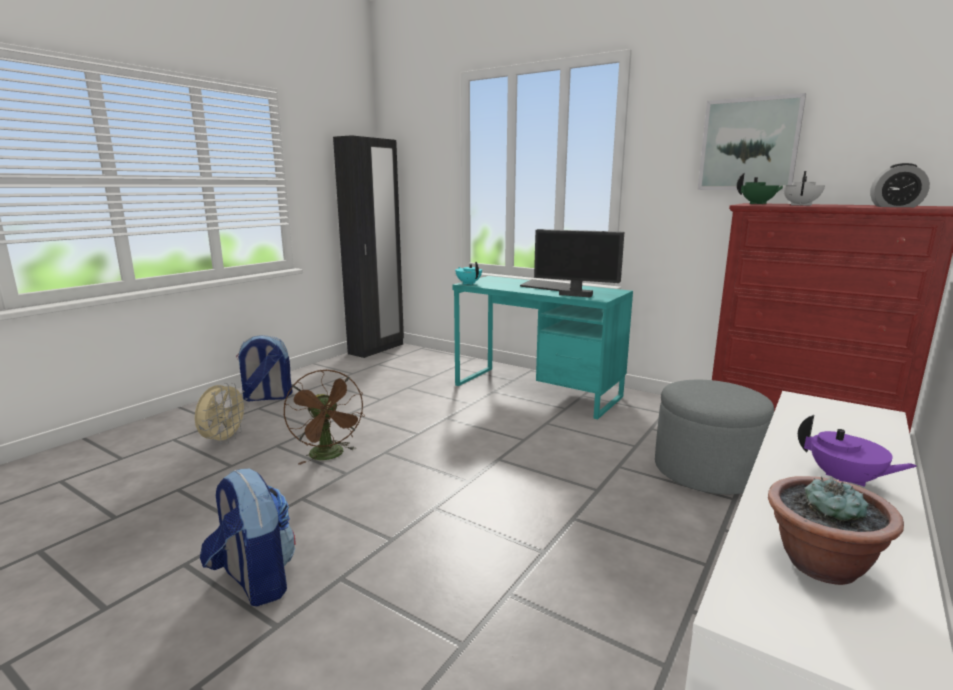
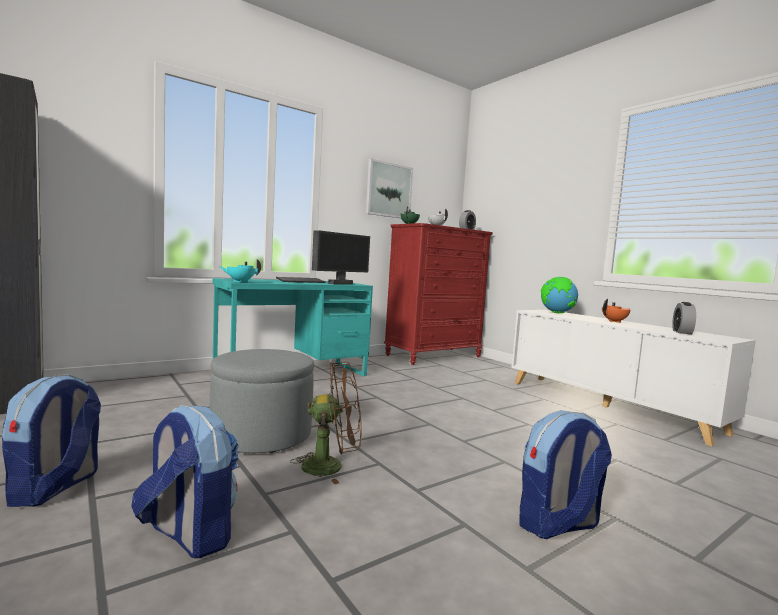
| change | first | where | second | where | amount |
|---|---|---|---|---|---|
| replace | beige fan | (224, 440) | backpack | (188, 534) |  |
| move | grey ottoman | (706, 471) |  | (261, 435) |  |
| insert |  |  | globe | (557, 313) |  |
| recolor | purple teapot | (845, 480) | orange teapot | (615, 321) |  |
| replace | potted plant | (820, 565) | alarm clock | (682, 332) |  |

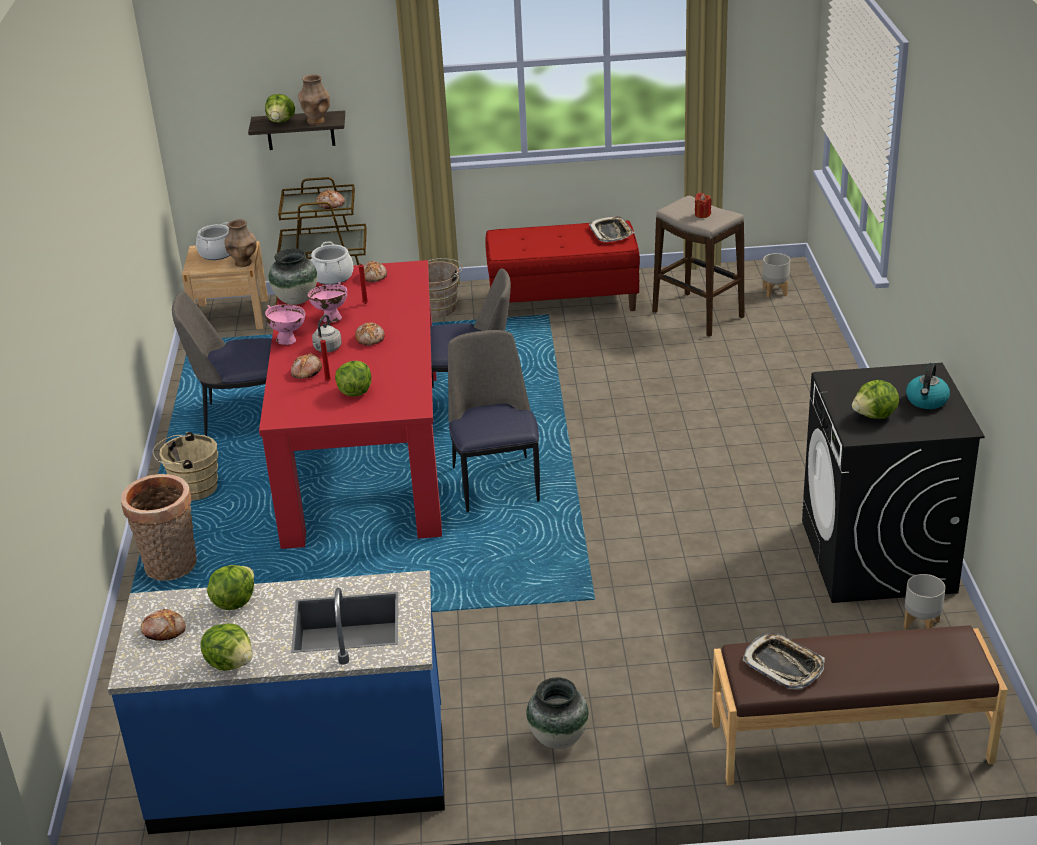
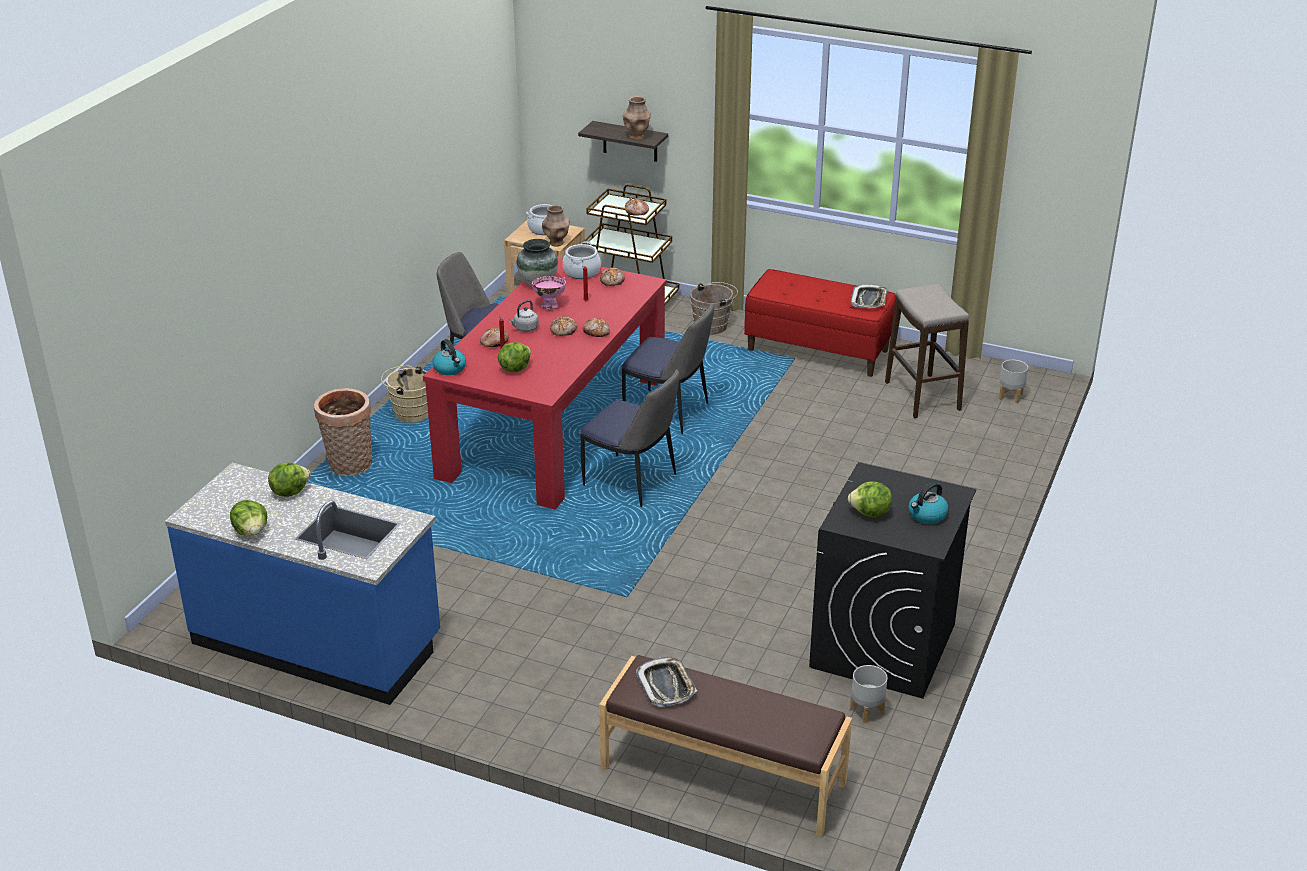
| change | first | where | second | where | amount |
|---|---|---|---|---|---|
| insert |  |  | kettle | (450, 369) |  |
| rotate | chair | (496, 483) |  | (632, 482) | 105 degrees clockwise |
| move | bread | (164, 630) |  | (596, 332) |  |
| delete | lettuce | (281, 121) |  |  |  |
| delete | pink bowl | (288, 340) |  |  |  |
| delete | vase | (558, 738) |  |  |  |
| delete | red candle | (702, 214) |  |  |  |

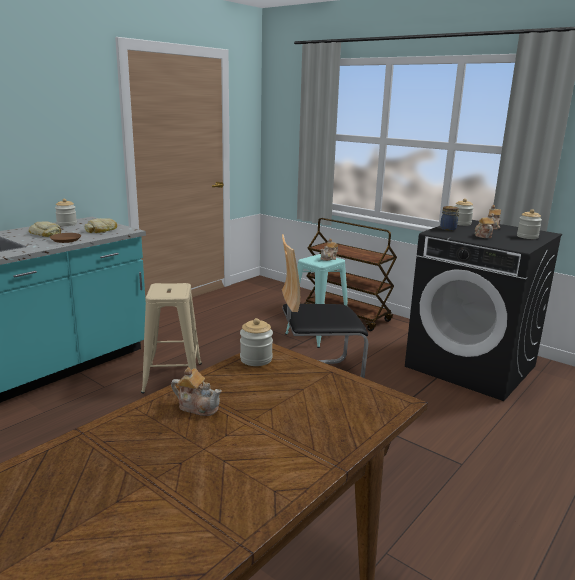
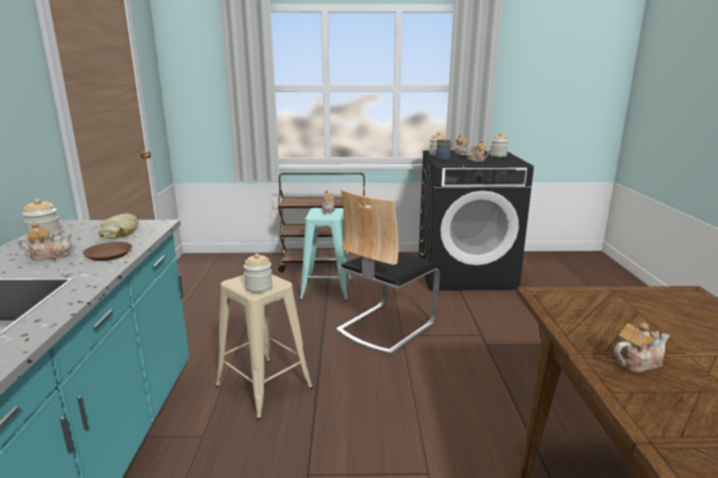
| change | first | where | second | where | amount |
|---|---|---|---|---|---|
| replace | bread | (45, 233) | teapot | (49, 255) |  |
| move | jar | (256, 359) |  | (259, 287) |  |

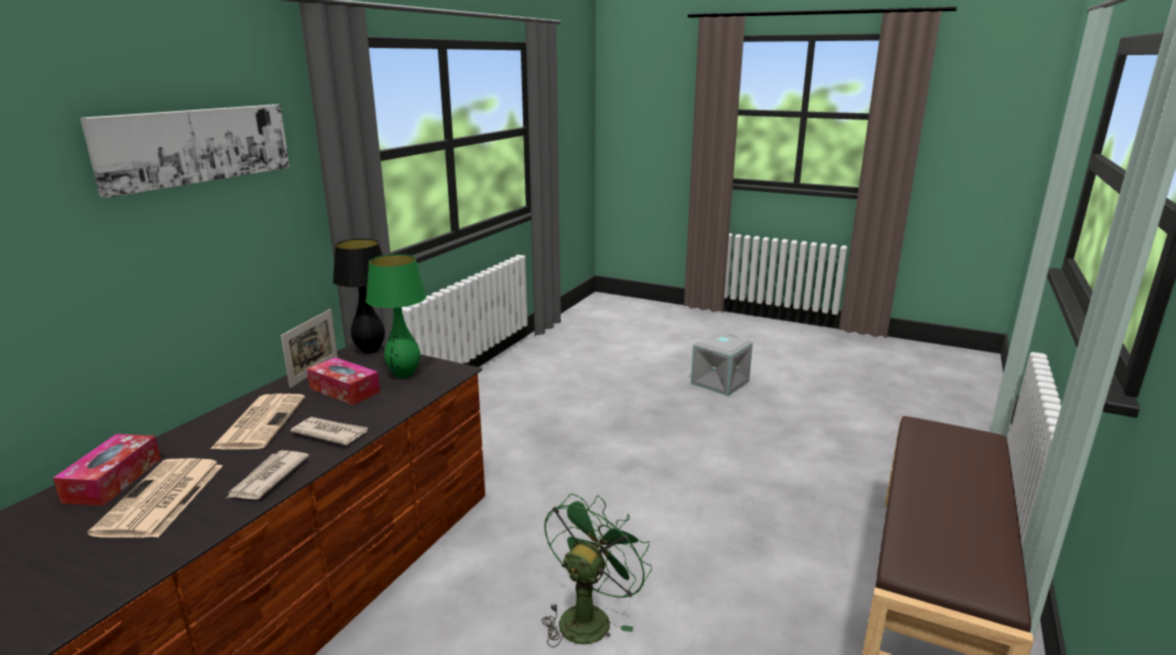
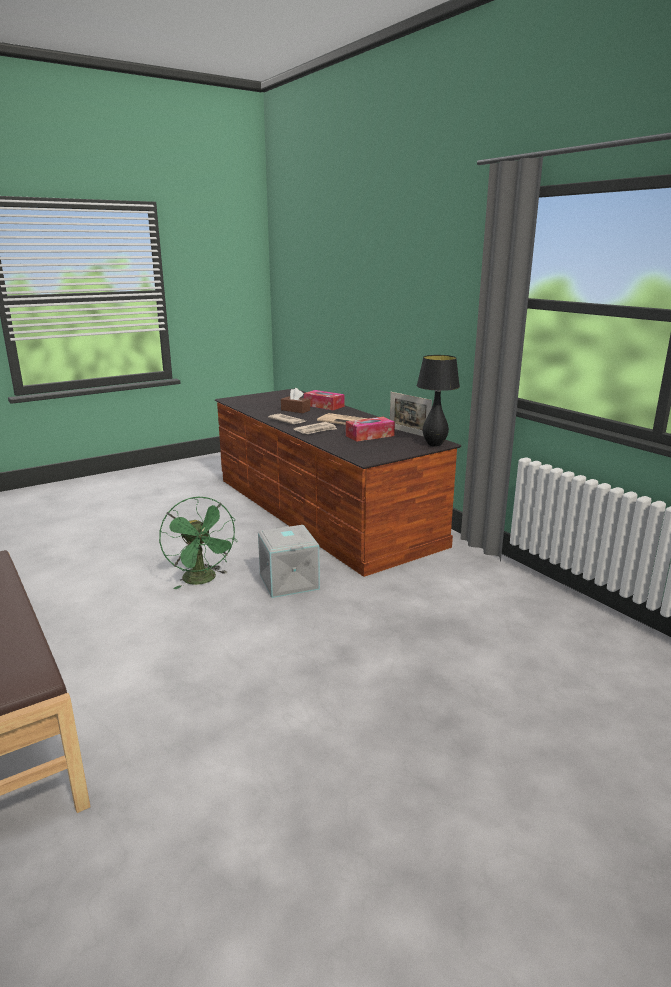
| change | first | where | second | where | amount |
|---|---|---|---|---|---|
| move | grey storage box | (720, 383) |  | (287, 582) |  |
| replace | newspaper | (161, 499) | brown tissue box | (295, 410) |  |
| delete | picture | (196, 145) |  |  |  |
| delete | green table lamp | (404, 375) |  |  |  |

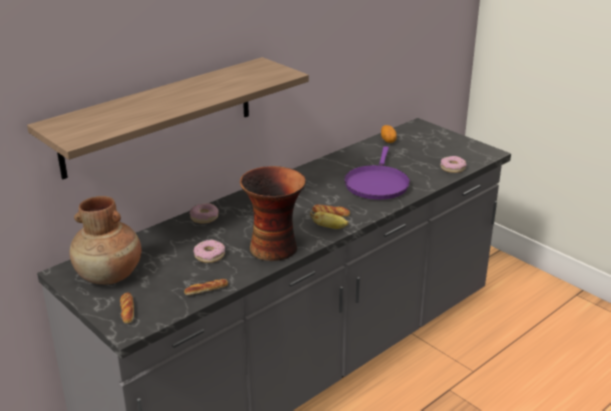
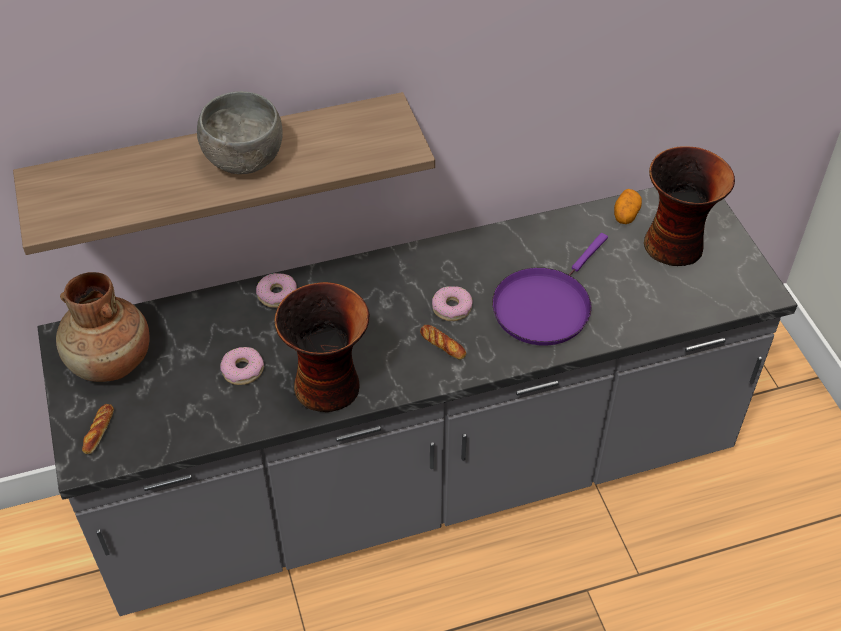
| change | first | where | second | where | amount |
|---|---|---|---|---|---|
| insert |  |  | grey bowl | (243, 161) |  |
| move | donut | (452, 168) |  | (451, 308) |  |
| insert |  |  | vase | (676, 245) |  |
| delete | bread | (206, 290) |  |  |  |
| delete | banana | (330, 227) |  |  |  |

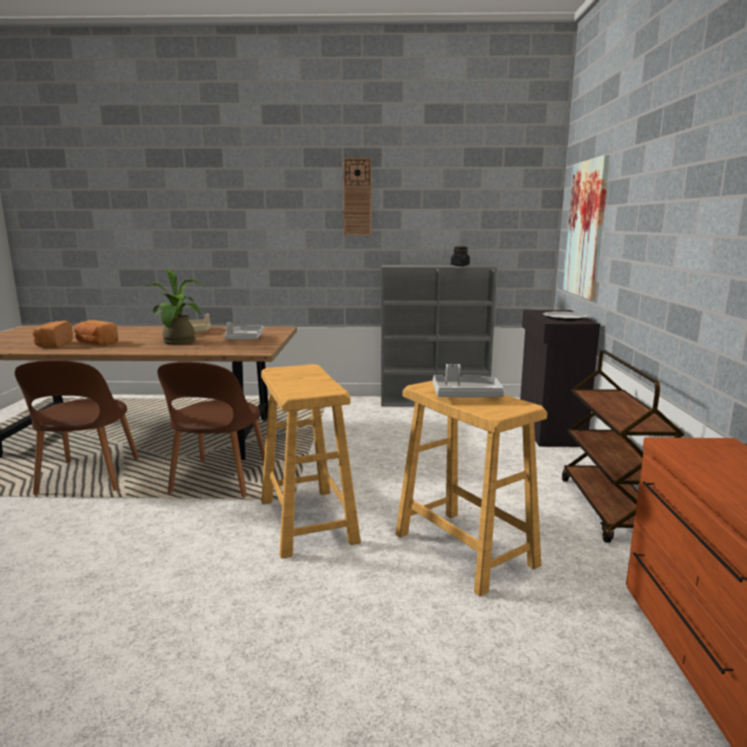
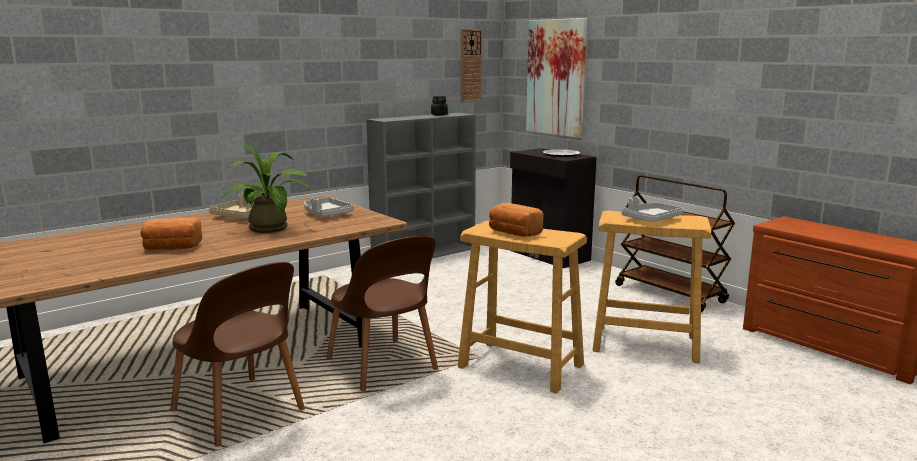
| change | first | where | second | where | amount |
|---|---|---|---|---|---|
| move | wall clock | (357, 197) |  | (470, 65) |  |
| move | bread | (53, 344) |  | (513, 233) |  |

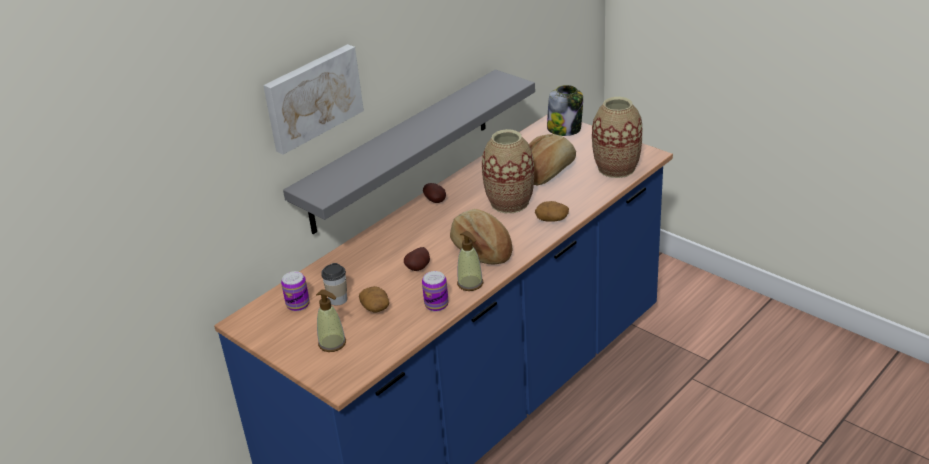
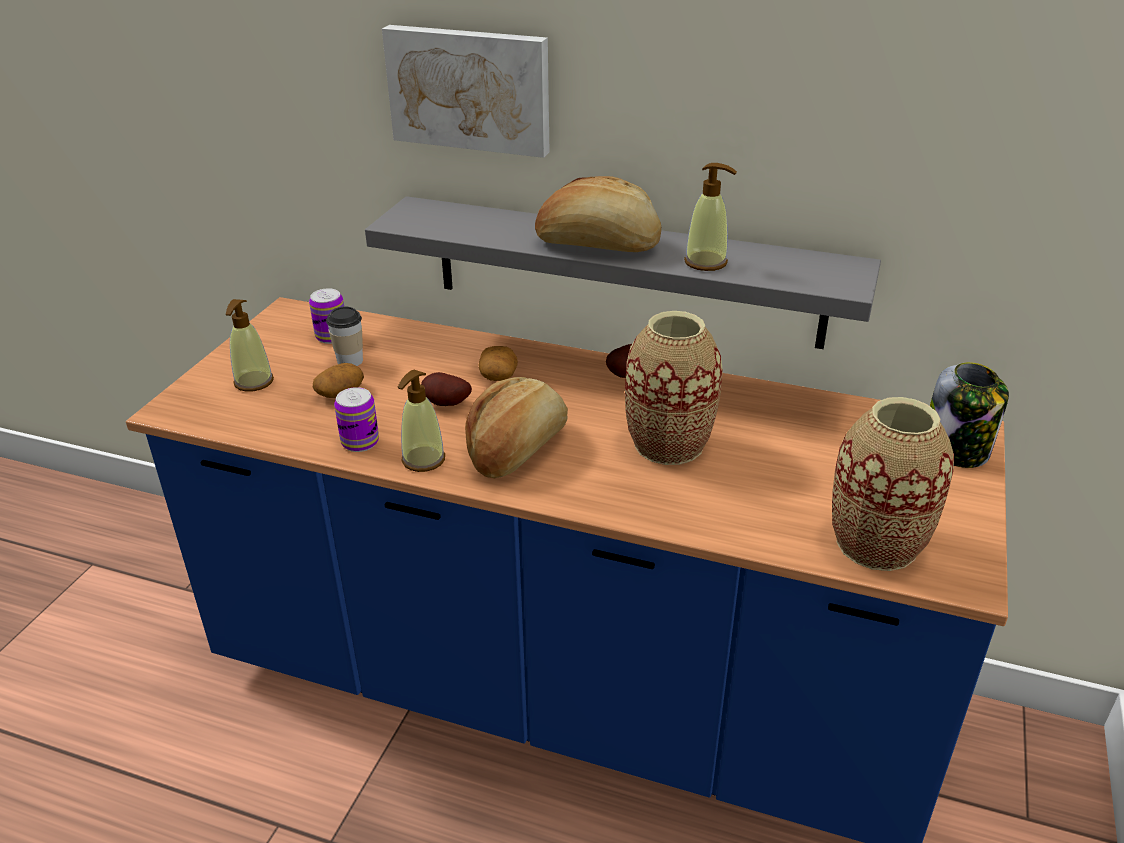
| change | first | where | second | where | amount |
|---|---|---|---|---|---|
| move | potato | (552, 219) |  | (498, 376) |  |
| move | bread | (549, 172) |  | (598, 245) |  |
| insert |  |  | soap dispenser | (706, 262) |  |

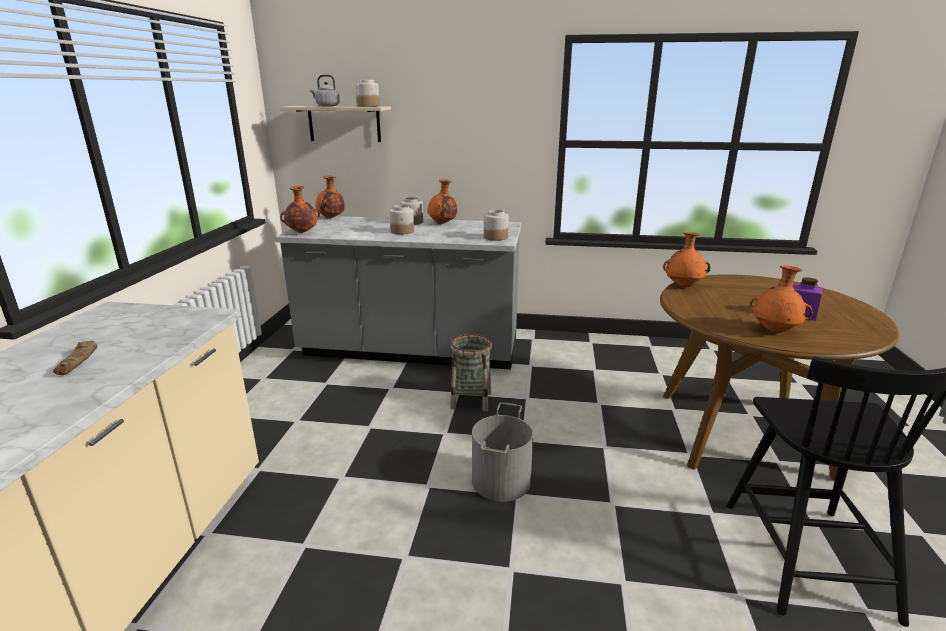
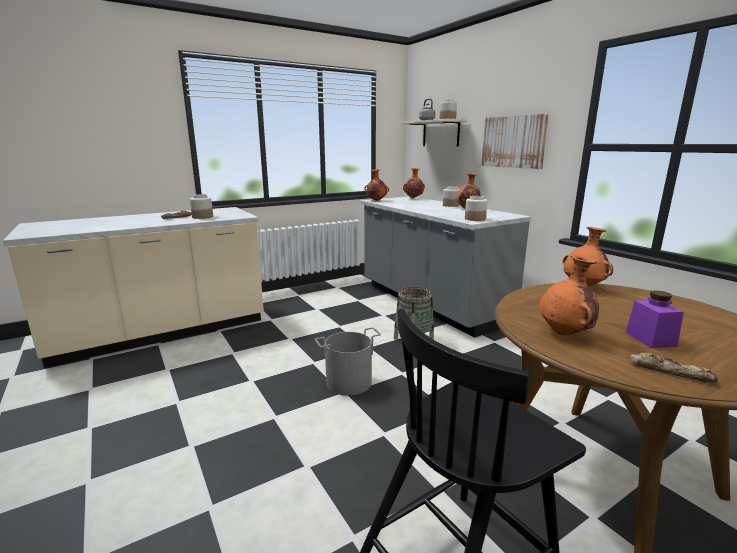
| change | first | where | second | where | amount |
|---|---|---|---|---|---|
| move | jar | (402, 231) |  | (202, 217) |  |
| insert |  |  | picture | (513, 142) |  |
| insert |  |  | bread | (669, 372) |  |

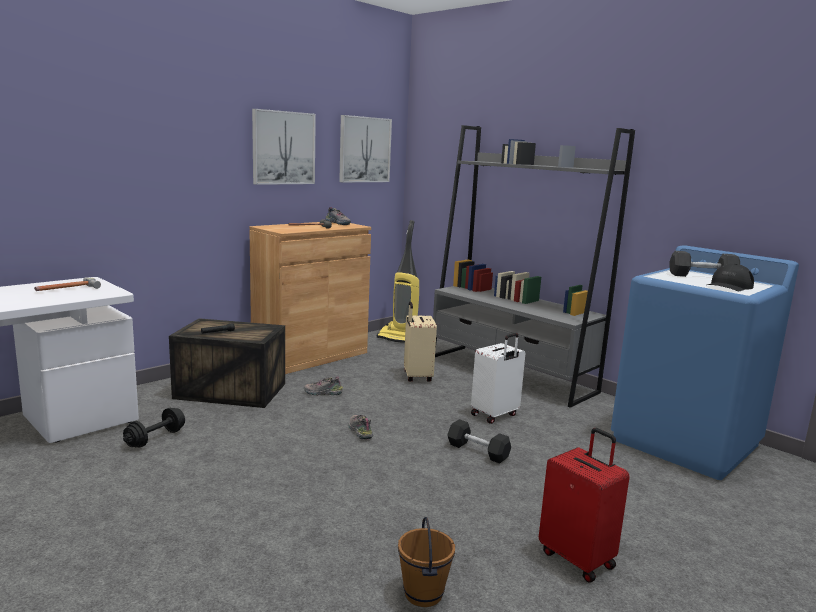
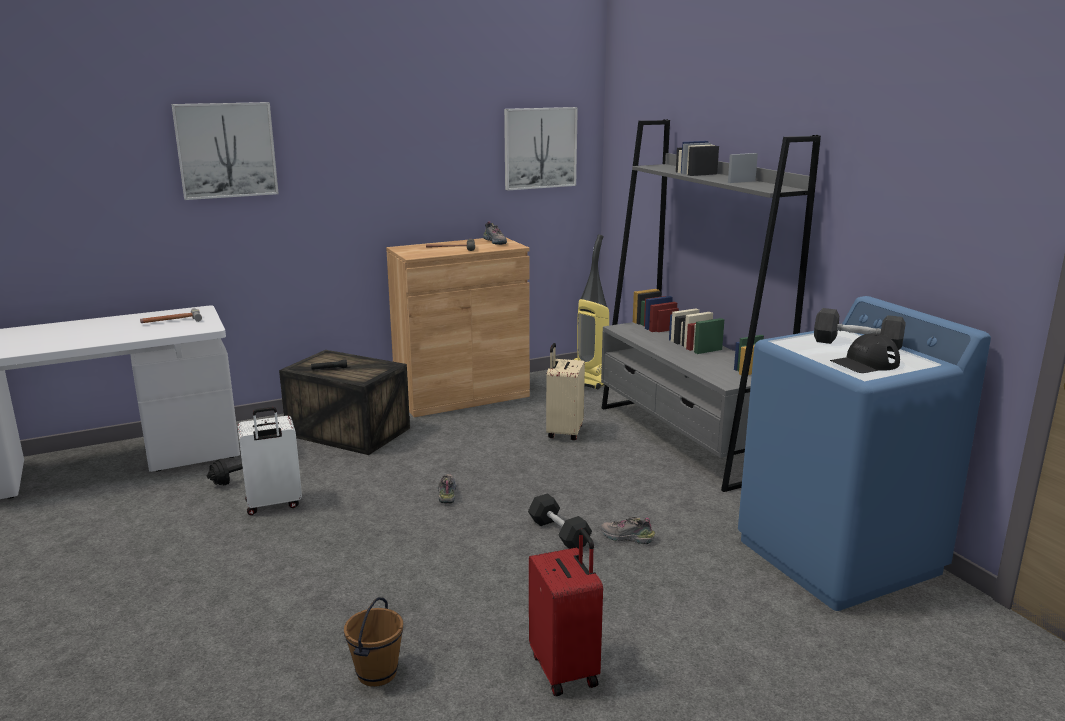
| change | first | where | second | where | amount |
|---|---|---|---|---|---|
| move | picture | (283, 148) |  | (226, 150) |  |
| move | white suitcase | (495, 415) |  | (273, 504) |  |
| move | shoe | (322, 393) |  | (626, 538) |  |

